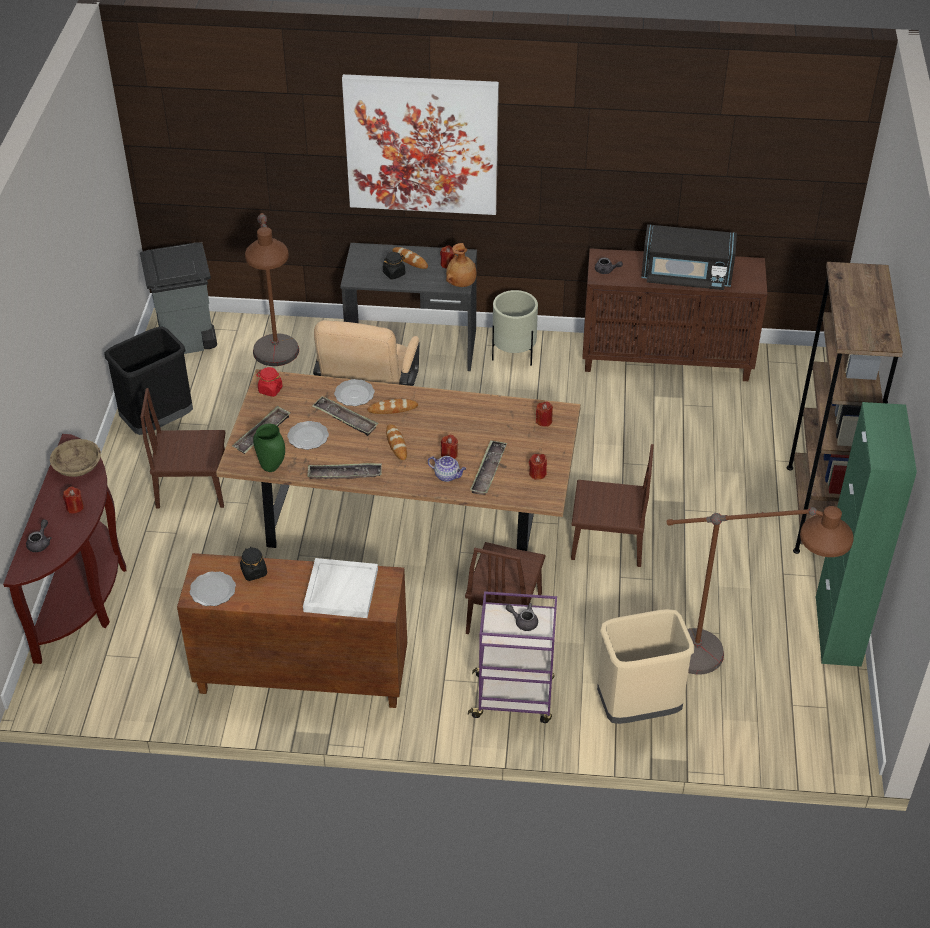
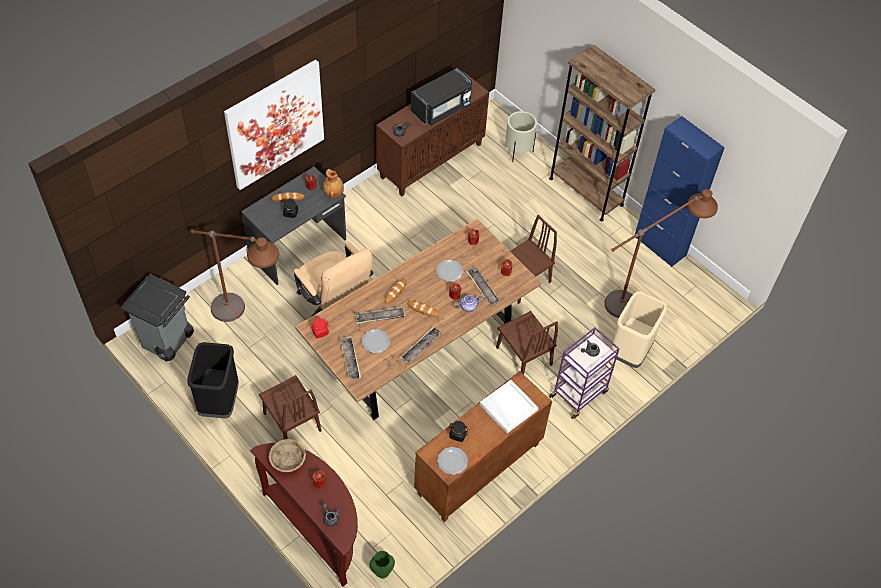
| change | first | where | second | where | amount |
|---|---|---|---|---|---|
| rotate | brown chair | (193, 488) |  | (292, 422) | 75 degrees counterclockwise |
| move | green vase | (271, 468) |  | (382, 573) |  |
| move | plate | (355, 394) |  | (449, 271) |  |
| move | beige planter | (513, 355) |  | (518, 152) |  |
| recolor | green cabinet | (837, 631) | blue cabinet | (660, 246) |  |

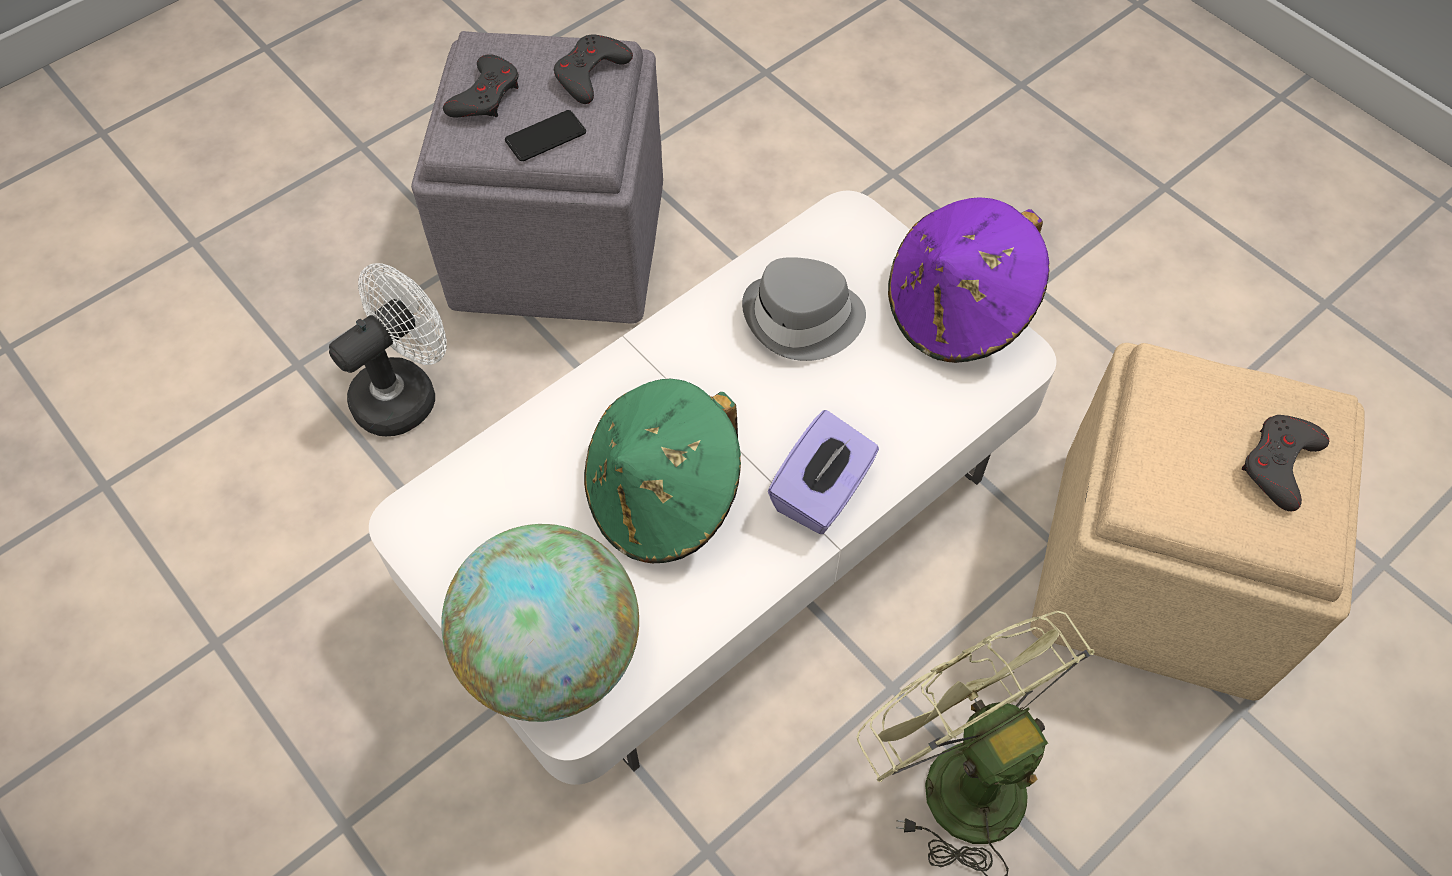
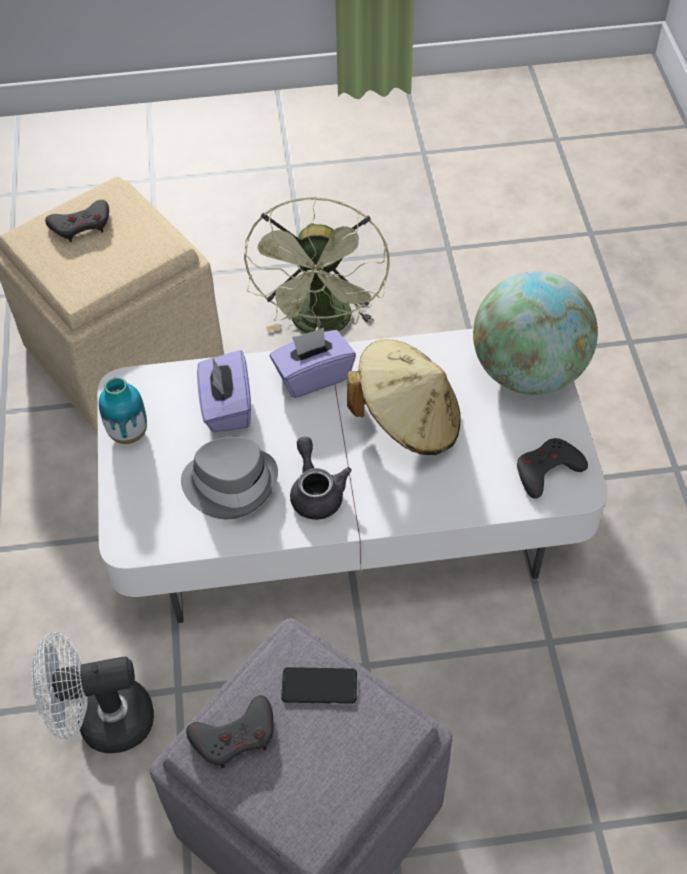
| change | first | where | second | where | amount |
|---|---|---|---|---|---|
| move | white fan | (405, 392) |  | (103, 721) |  |
| replace | purple hat | (958, 311) | vase | (128, 433) |  |
| insert |  |  | purple tissue box | (226, 407) |  |
| insert |  |  | grey teapot | (316, 492) |  |
| recolor | green hat | (663, 498) | beige hat | (408, 420) |  |
| move | grey game controller | (485, 95) |  | (547, 470) |  |

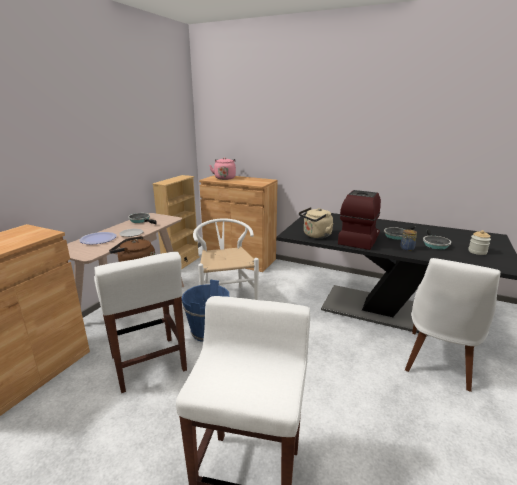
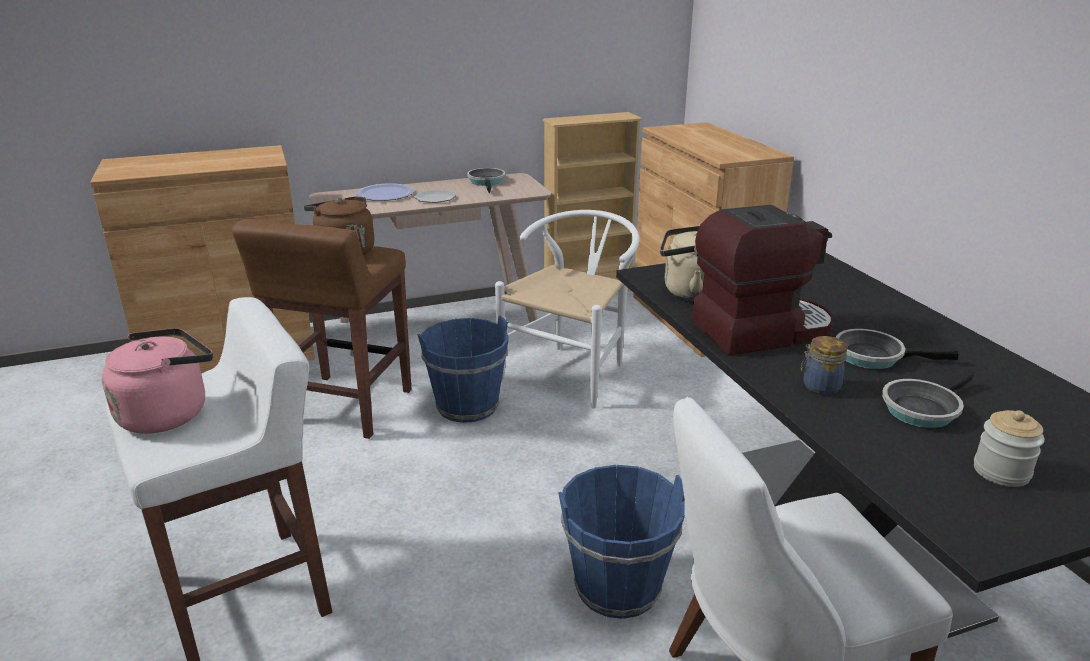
| change | first | where | second | where | amount |
|---|---|---|---|---|---|
| move | pink kettle | (225, 178) |  | (168, 413) |  |
| recolor | white stool | (148, 364) | brown stool | (344, 407) |  |
| insert |  |  | blue bucket | (617, 587) |  |

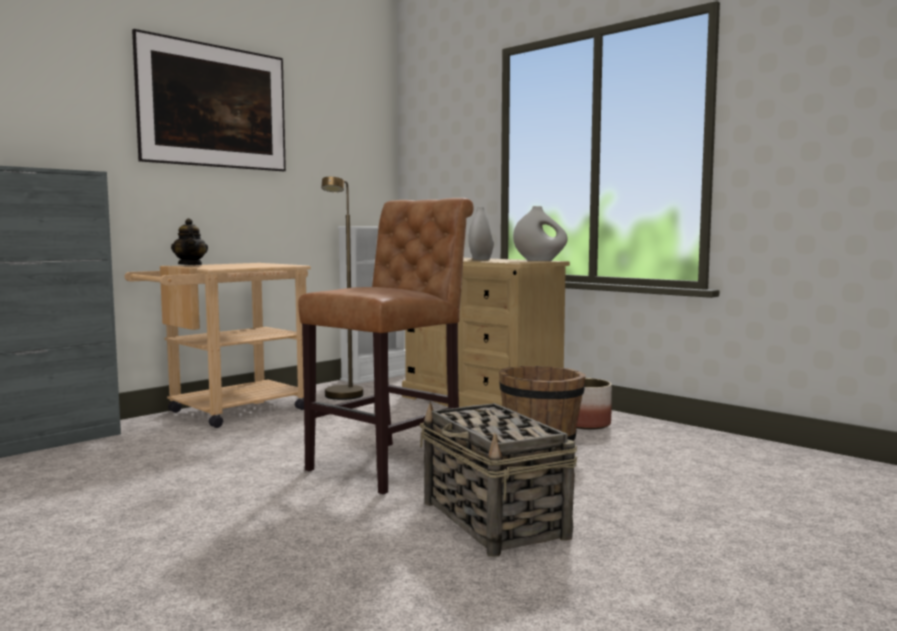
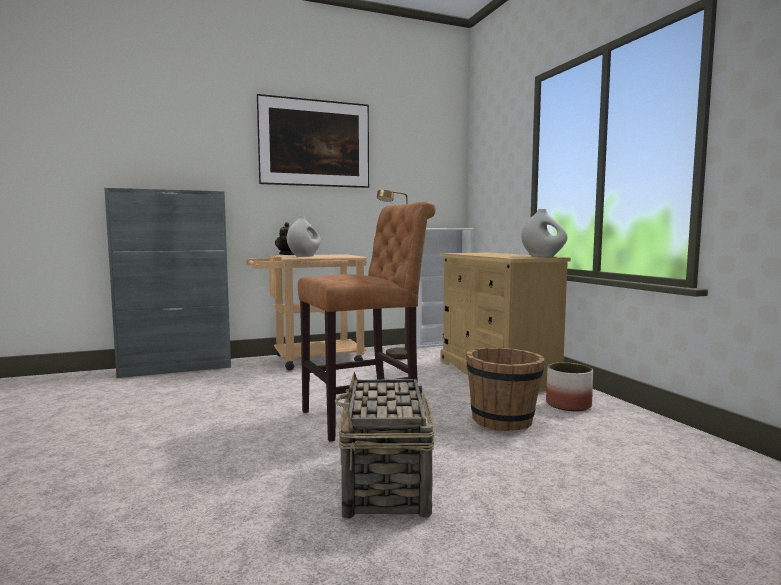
| change | first | where | second | where | amount |
|---|---|---|---|---|---|
| move | white vase | (481, 259) |  | (304, 256) |  |

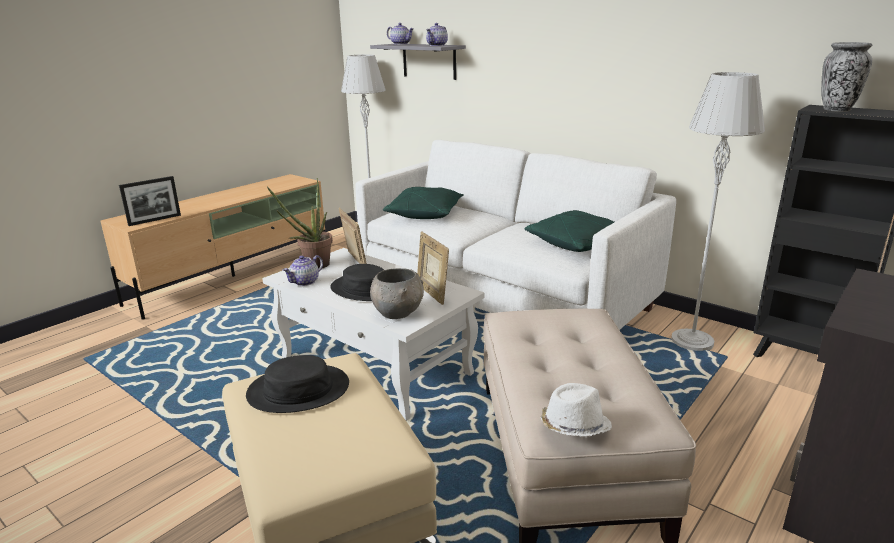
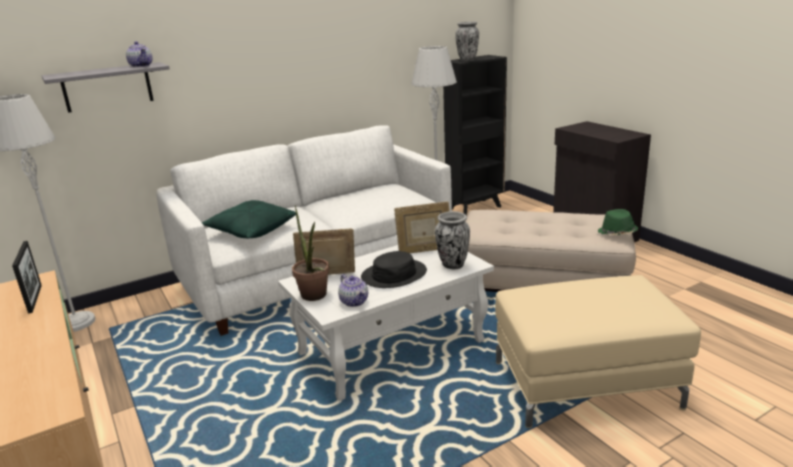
| change | first | where | second | where | amount |
|---|---|---|---|---|---|
| move | picture frame | (155, 220) |  | (35, 298) |  |
| replace | grey bowl | (398, 313) | vase | (452, 265) |  |
| recolor | white hat | (573, 426) | green hat | (617, 233) |  |
| delete | black hat | (298, 390) |  |  |  |
| delete | teapot | (401, 44) |  |  |  |
| delete | green pillow | (577, 243) |  |  |  |

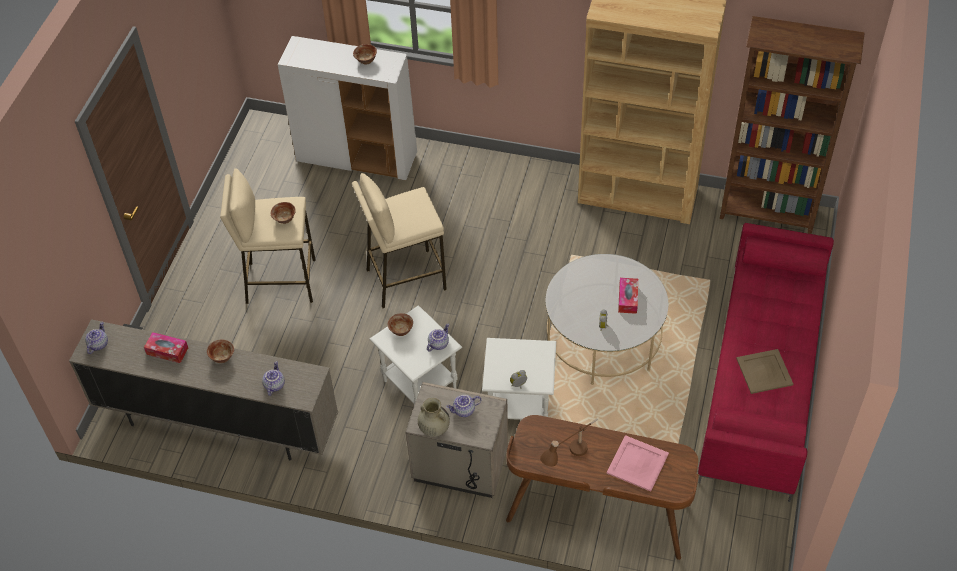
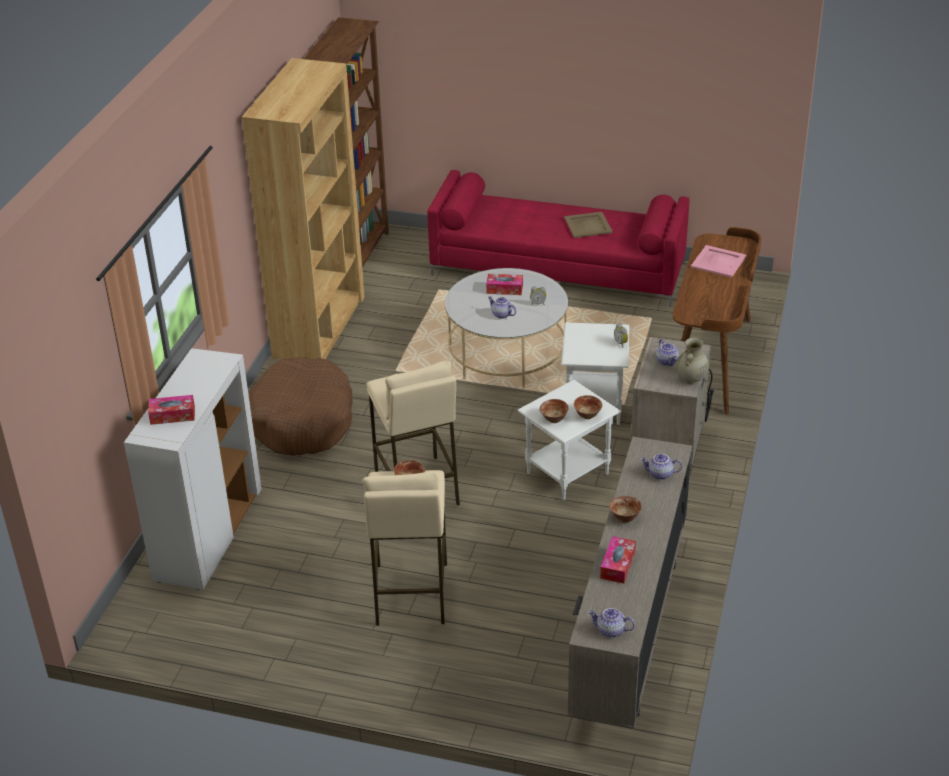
| change | first | where | second | where | amount |
|---|---|---|---|---|---|
| insert |  |  | tissue box | (172, 415) |  |
| insert |  |  | brown dog bed | (303, 421) |  |
| move | teapot | (438, 343) |  | (501, 315) |  |
| move | bowl | (366, 61) |  | (587, 415) |  |
| delete | brown table lamp | (570, 457) |  |  |  |

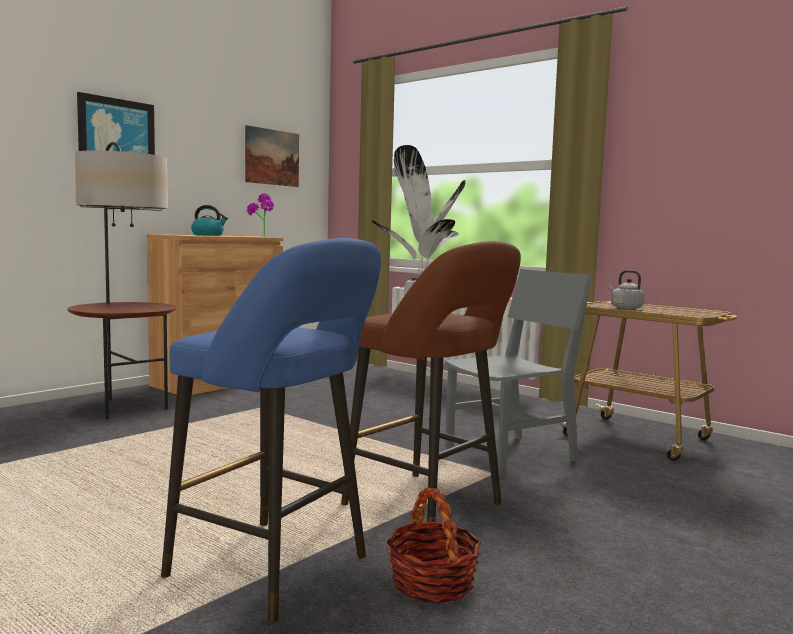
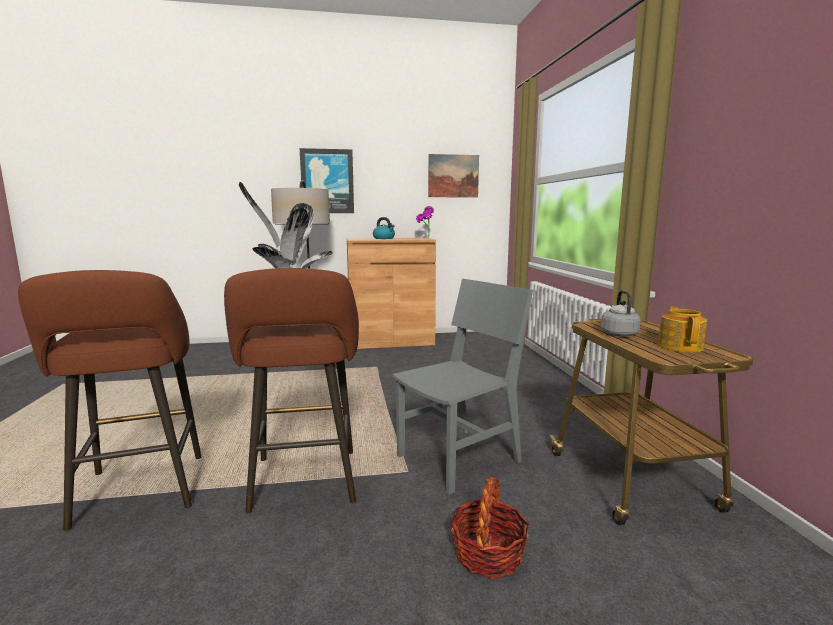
| change | first | where | second | where | amount |
|---|---|---|---|---|---|
| recolor | blue stool | (277, 570) | brown stool | (139, 494) |  |
| rotate | grey chair | (511, 455) |  | (459, 459) | 45 degrees counterclockwise |
| move | basket | (432, 583) |  | (488, 554) |  |
| insert |  |  | teapot | (680, 346) |  |

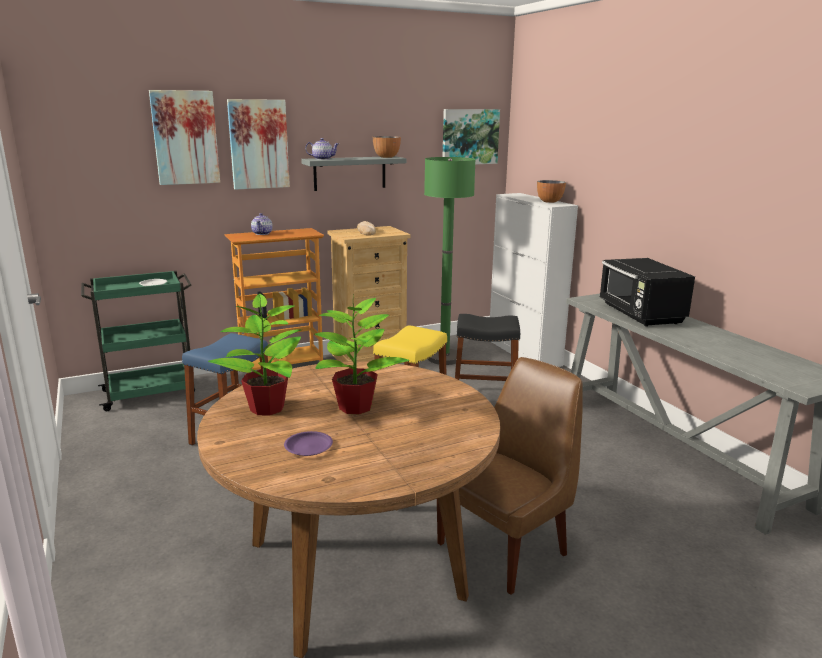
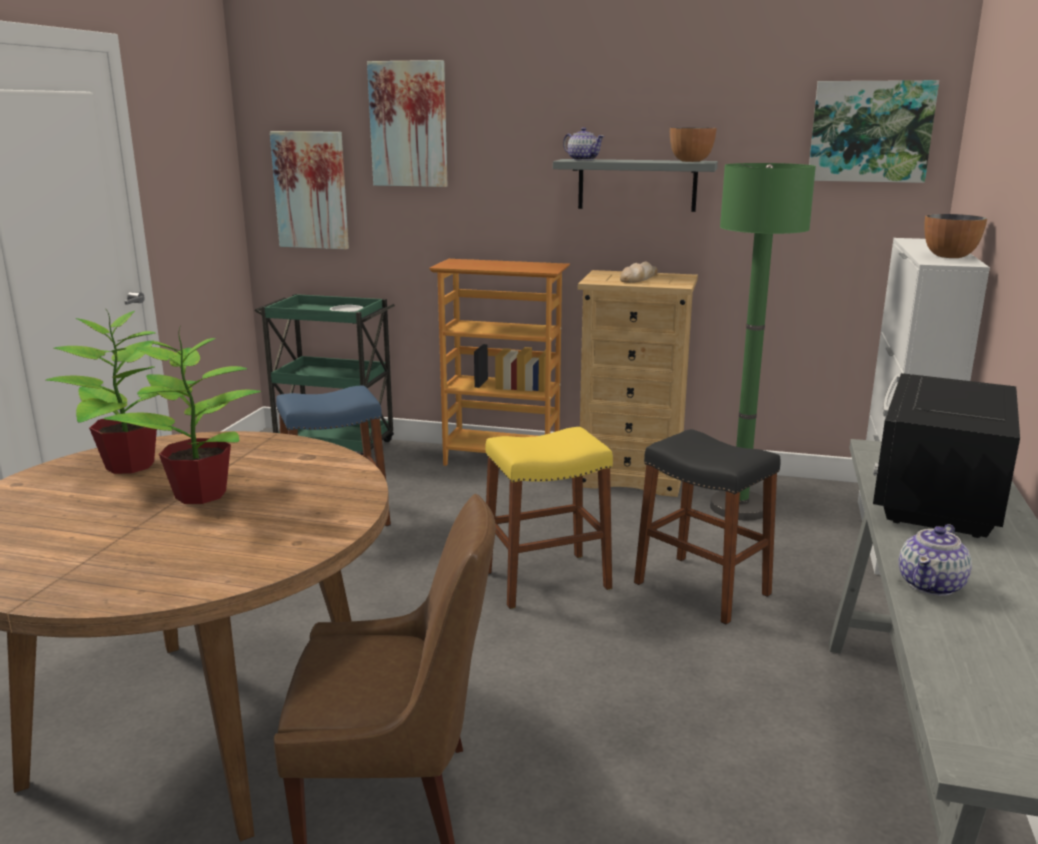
| change | first | where | second | where | amount |
|---|---|---|---|---|---|
| move | picture | (258, 144) |  | (311, 190) |  |
| move | teapot | (262, 233) |  | (932, 585) |  |
| delete | purple plate | (308, 446) |  |  |  |

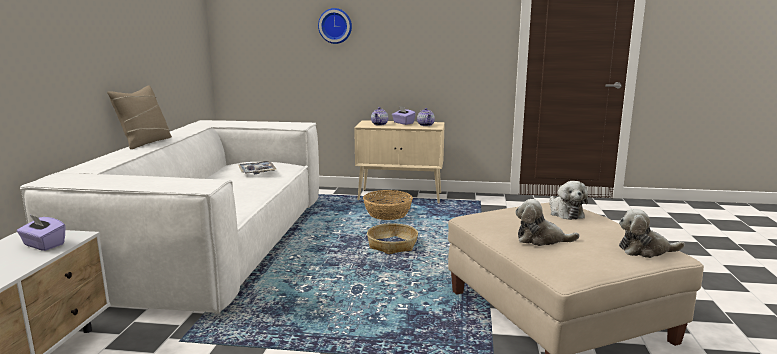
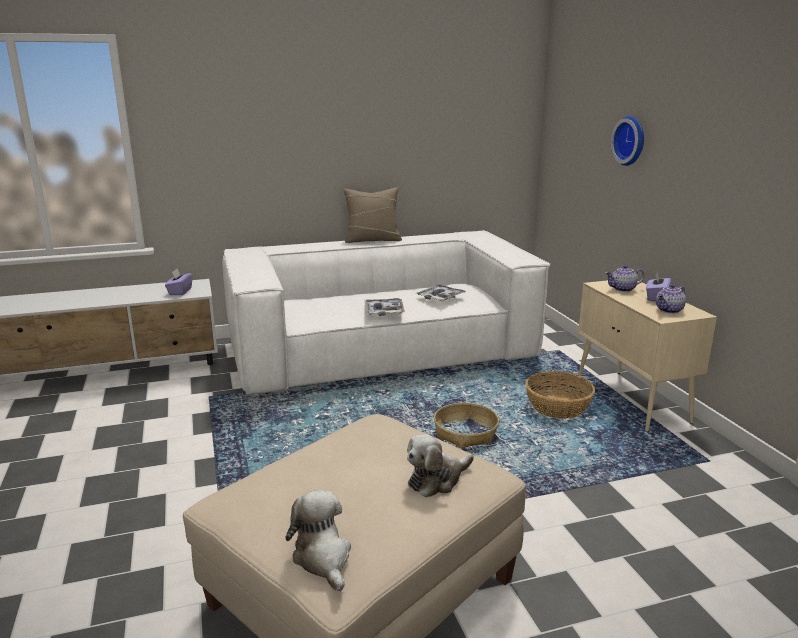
| change | first | where | second | where | amount |
|---|---|---|---|---|---|
| insert |  |  | tray | (384, 311) |  |
| delete | plush toy | (541, 239) |  |  |  |

